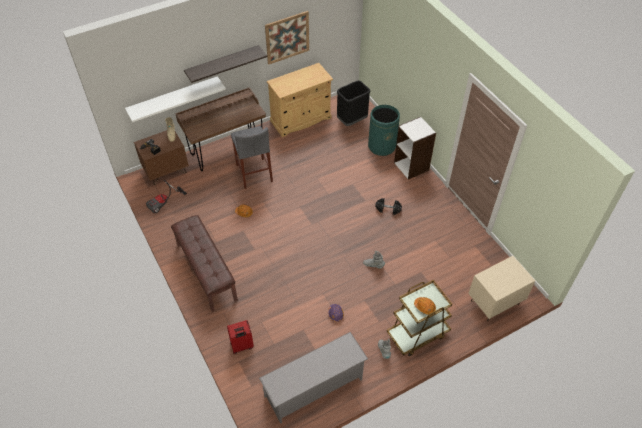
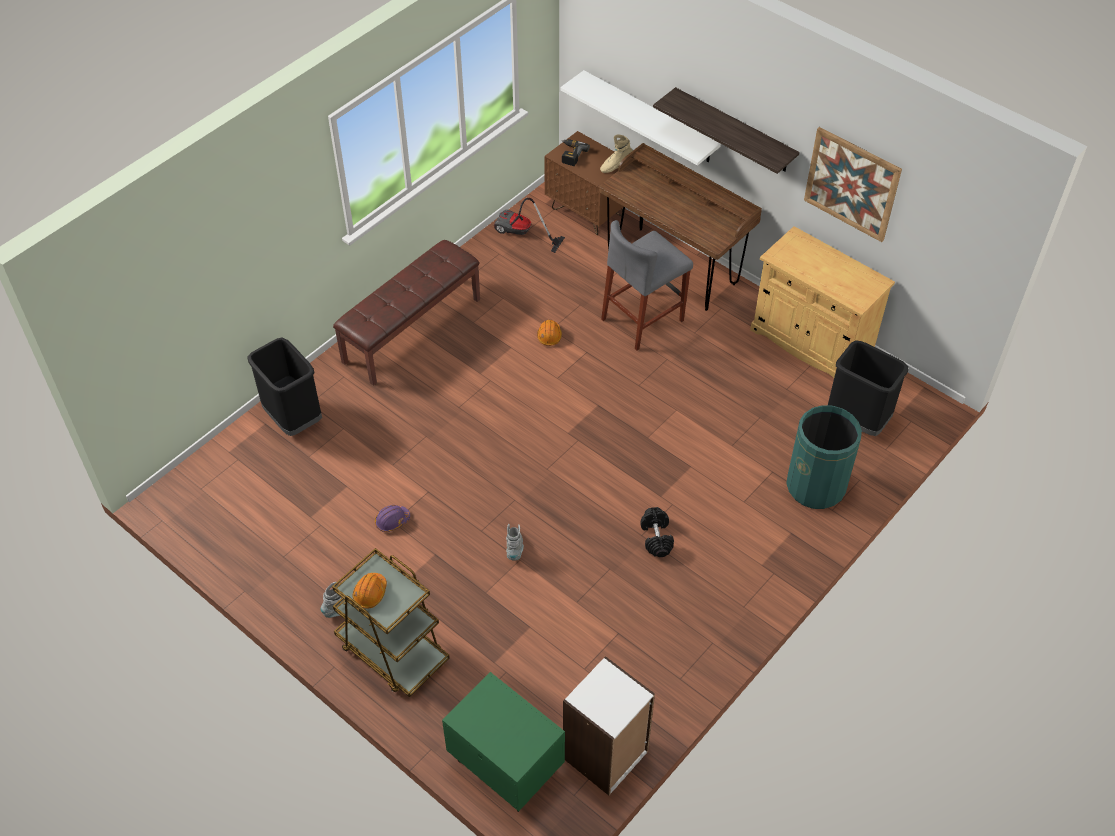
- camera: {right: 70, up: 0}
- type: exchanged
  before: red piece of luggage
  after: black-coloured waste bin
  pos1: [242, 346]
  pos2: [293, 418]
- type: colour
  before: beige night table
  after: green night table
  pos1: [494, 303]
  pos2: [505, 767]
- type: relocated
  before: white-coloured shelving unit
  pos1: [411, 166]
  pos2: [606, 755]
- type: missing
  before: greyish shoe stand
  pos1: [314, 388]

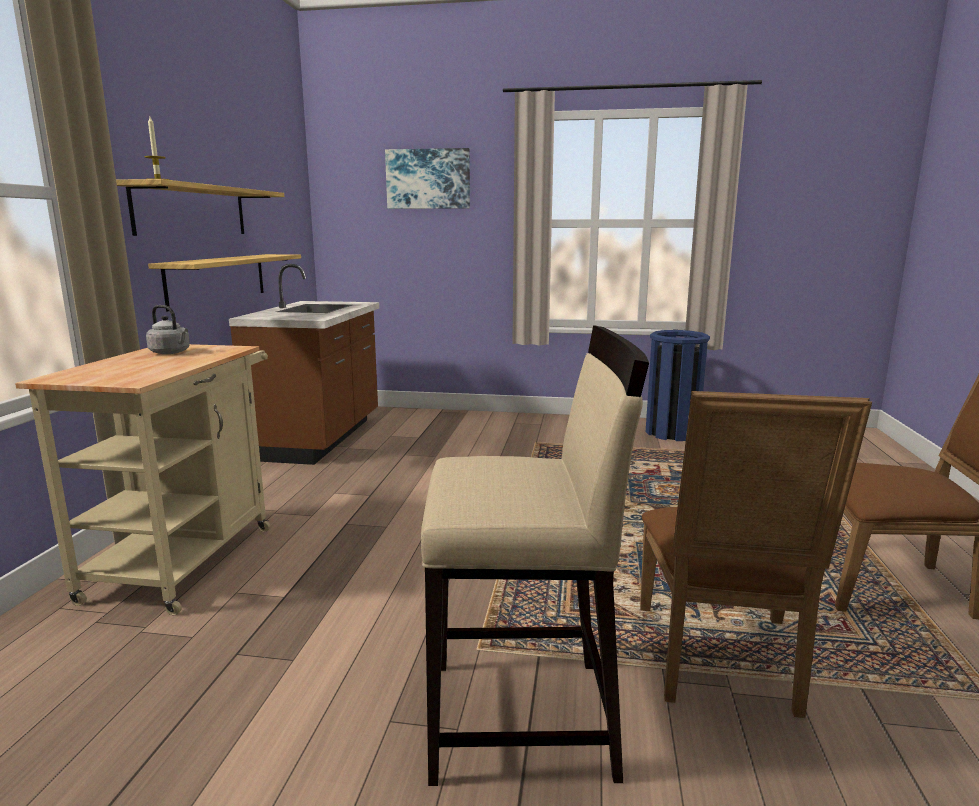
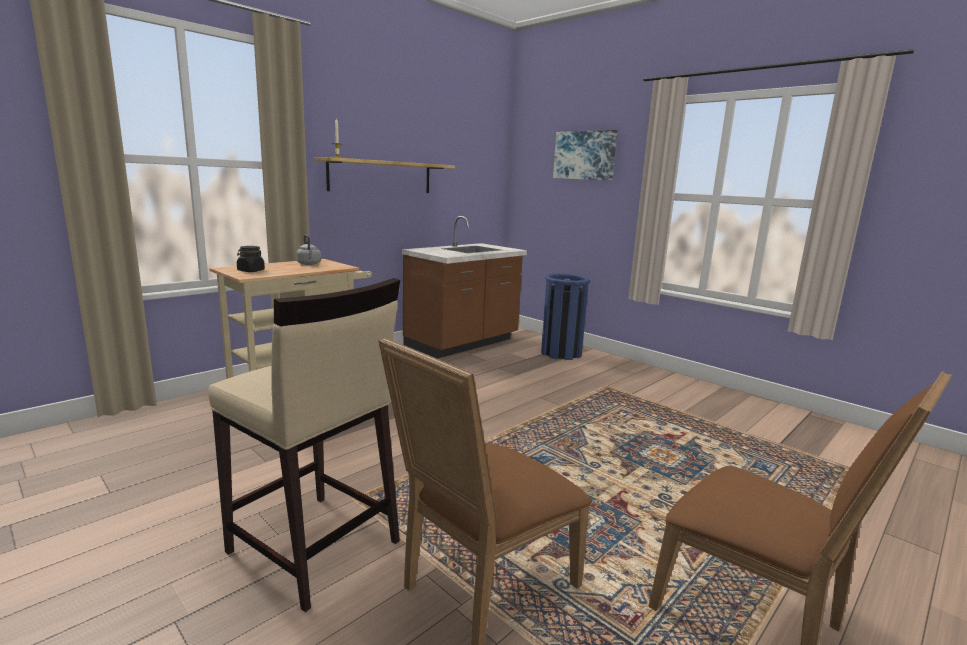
- camera: {right: 35, up: 0}
- type: appeared
  after: black-coloured preserve jar
  pos2: [251, 271]
- type: relocated
  before: blue-coloured waste bin
  pos1: [672, 432]
  pos2: [561, 353]
- type: missing
  before: shelf
  pos1: [218, 279]

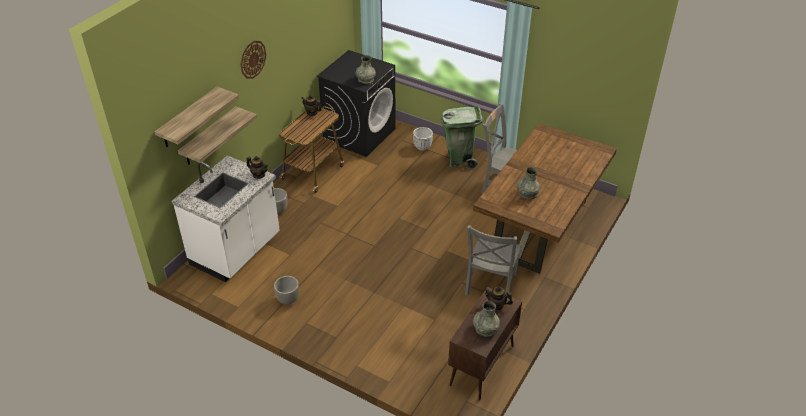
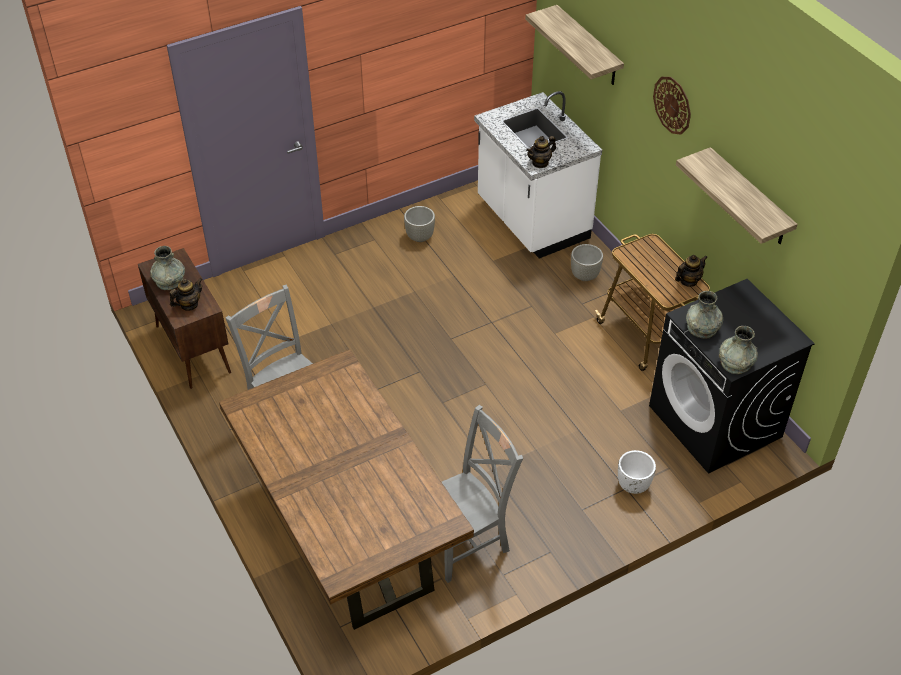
- camera: {right: 120, up: 5}
- type: relocated
  before: shelf
  pos1: [209, 137]
  pos2: [749, 198]
- type: relocated
  before: greyish flower vase
  pos1: [527, 193]
  pos2: [735, 363]
- type: missing
  before: green waste bin
  pos1: [460, 160]

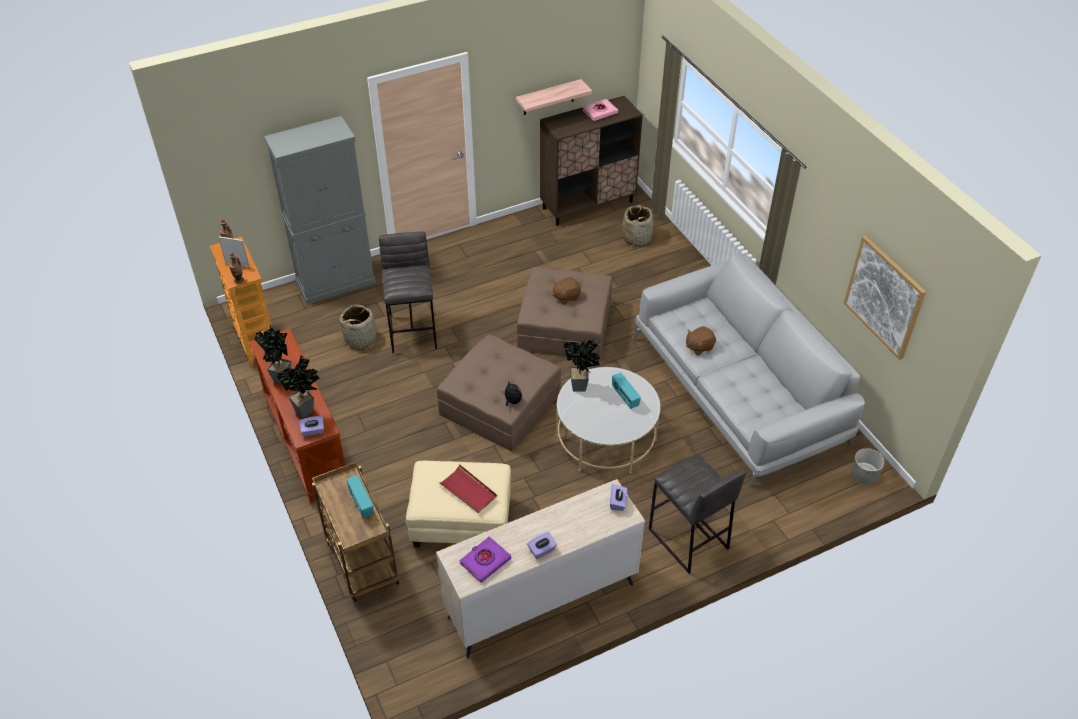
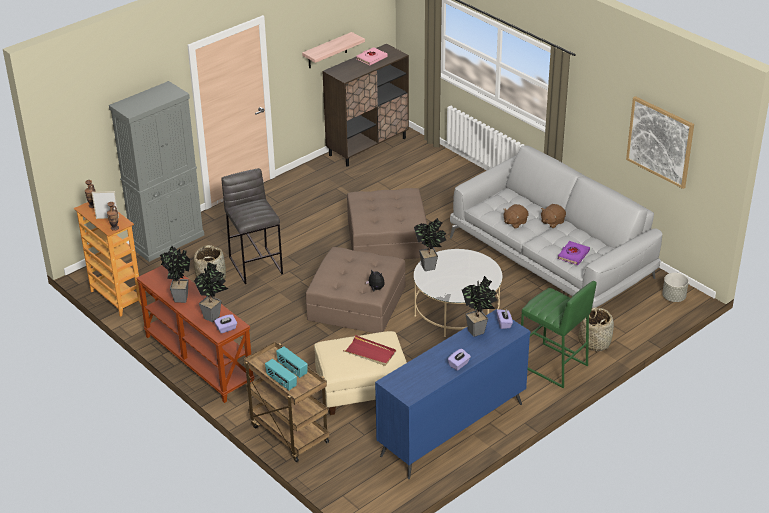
- camera: {right: -15, up: -10}
- type: relocated
  before: radio set
  pos1: [625, 397]
  pos2: [281, 382]
- type: colour
  before: beige drawer chest
  after: blue-coloured drawer chest
  pos1: [540, 600]
  pos2: [451, 429]
- type: appeared
  after: potted plant
  pos2: [479, 331]
- type: colour
  before: greyish sitting stool
  after: green sitting stool
  pos1: [688, 539]
  pos2: [553, 366]
- type: relocated
  before: brown-coloured soft toy
  pos1: [566, 296]
  pos2: [552, 222]
- type: relocated
  before: purplish volume
  pos1: [485, 561]
  pos2: [573, 255]
- type: relocated
  before: storage basket
  pos1: [637, 238]
  pos2: [594, 342]

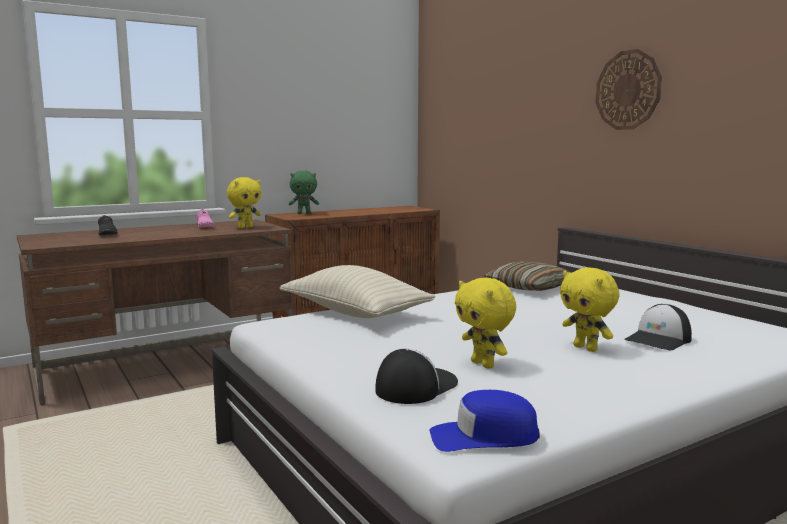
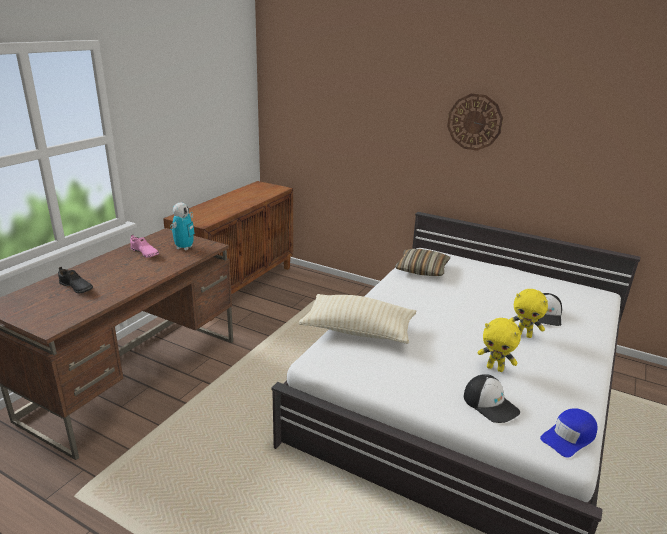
- camera: {right: -30, up: 15}
- type: exchanged
  before: yellow soft toy
  after: model robot
  pos1: [245, 227]
  pos2: [184, 248]
- type: spun
  before: baseball cap
  pos1: [415, 387]
  pos2: [490, 404]
  turn: 135
- type: missing
  before: green soft toy
  pos1: [304, 213]

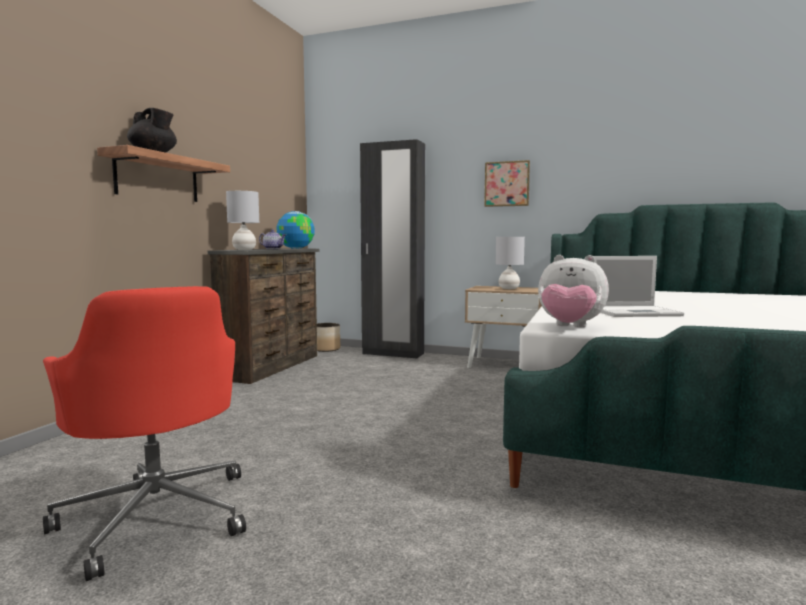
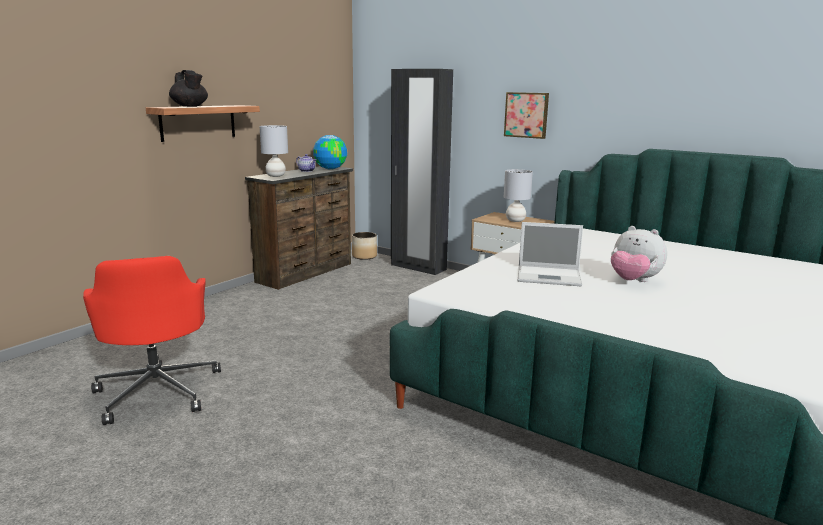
- camera: {right: 15, up: 10}
- type: relocated
  before: soft toy
  pos1: [570, 327]
  pos2: [633, 281]

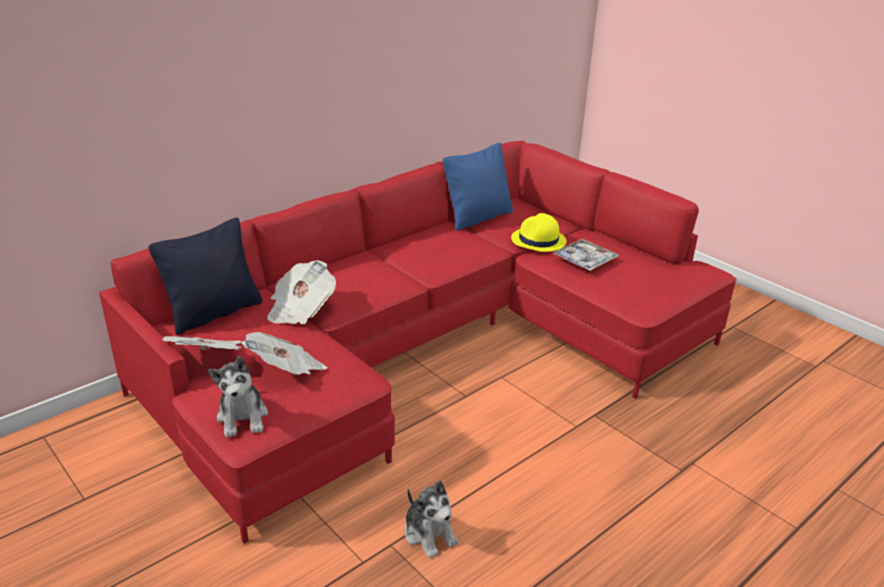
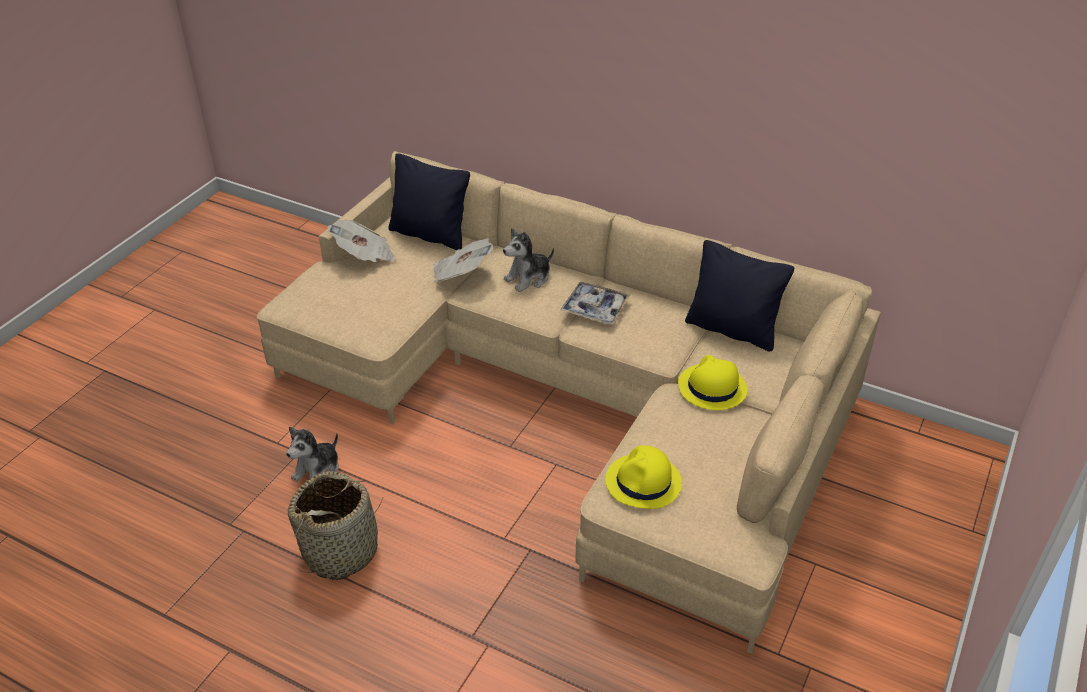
- camera: {right: 70, up: 10}
- type: colour
  before: red settee
  after: beige settee
  pos1: [430, 347]
  pos2: [577, 400]
- type: appeared
  after: storage basket
  pos2: [341, 550]
- type: relocated
  before: soft toy
  pos1: [243, 417]
  pos2: [528, 278]
- type: relocated
  before: tray
  pos1: [585, 260]
  pos2: [595, 308]
- type: appeared
  after: yellow wearable hat
  pos2: [643, 482]
- type: colour
  before: blue-coloured throw pillow
  after: black-coloured throw pillow
  pos1: [478, 218]
  pos2: [732, 330]
- type: missing
  before: newspaper
  pos1: [286, 371]

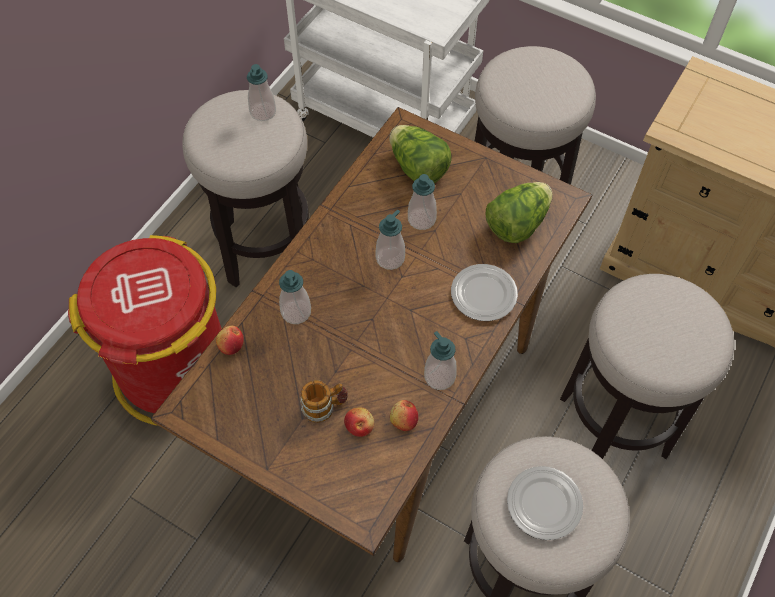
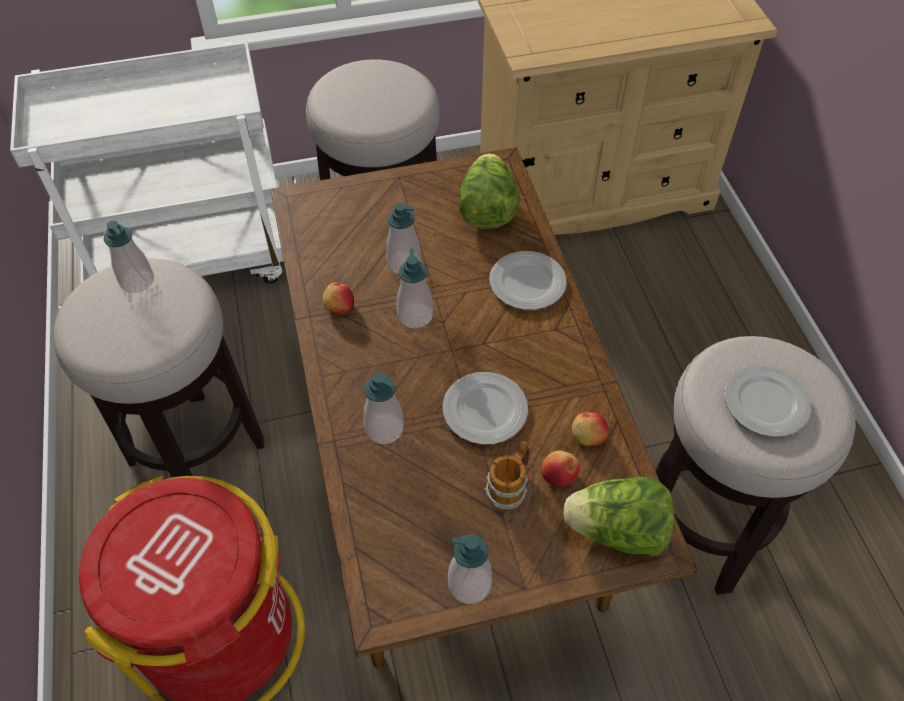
- camera: {right: -45, up: -5}
- type: relocated
  before: whole apple
  pos1: [231, 345]
  pos2: [339, 307]
- type: appeared
  after: flat dish
  pos2: [486, 410]
- type: relocated
  before: soap dispenser
  pos1: [439, 376]
  pos2: [469, 584]
- type: relocated
  before: lettuce
  pos1: [417, 168]
  pos2: [617, 531]
- type: missing
  before: sitting stool
  pos1: [614, 424]

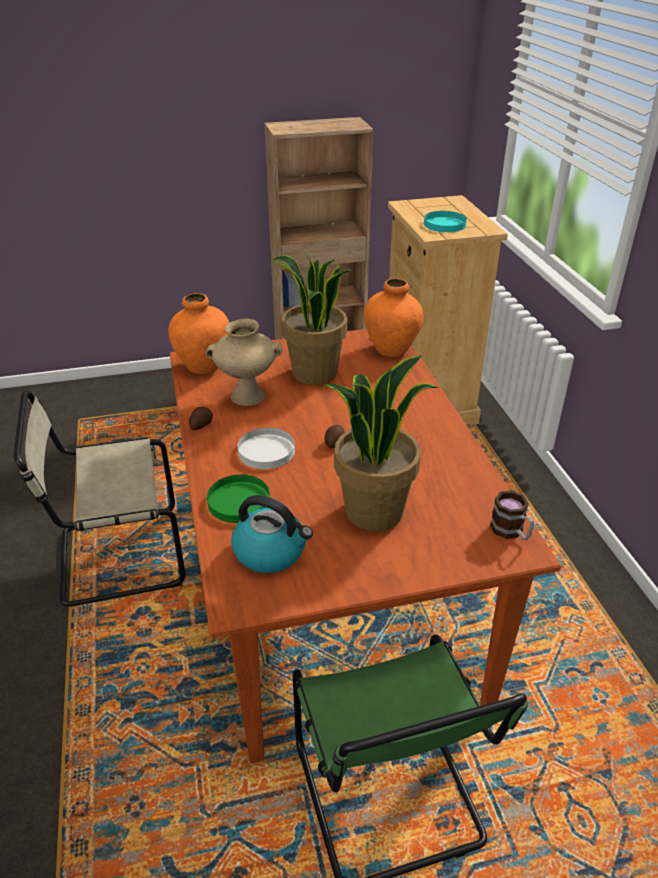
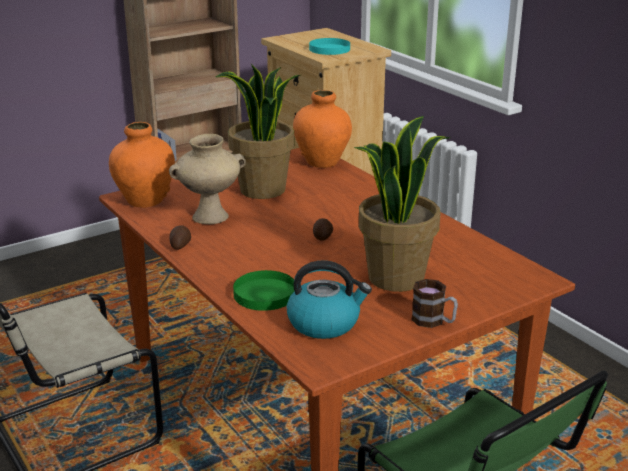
- camera: {right: -20, up: -10}
- type: relocated
  before: mug
  pos1: [511, 532]
  pos2: [434, 321]
- type: missing
  before: white-coloured flat dish
  pos1: [266, 451]

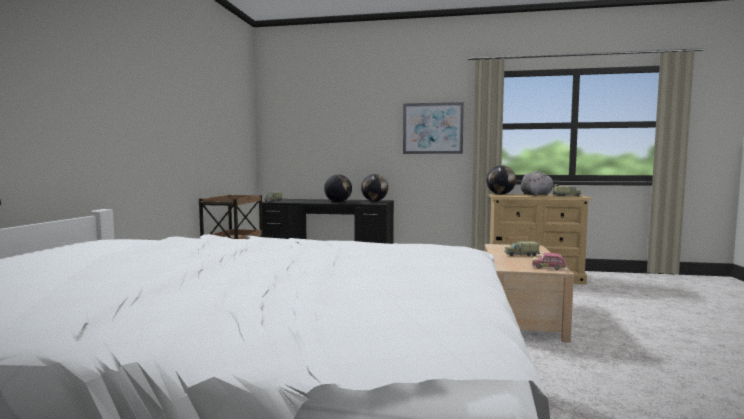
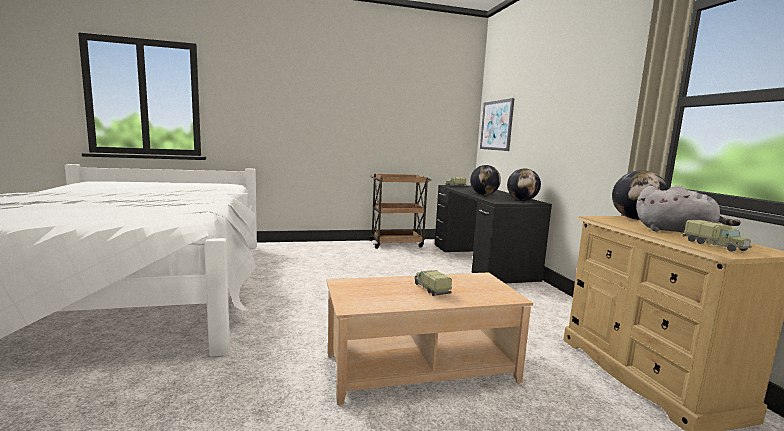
- camera: {right: 65, up: 5}
- type: relocated
  before: picture
  pos1: [432, 128]
  pos2: [496, 125]
- type: missing
  before: miniature car
  pos1: [548, 268]

